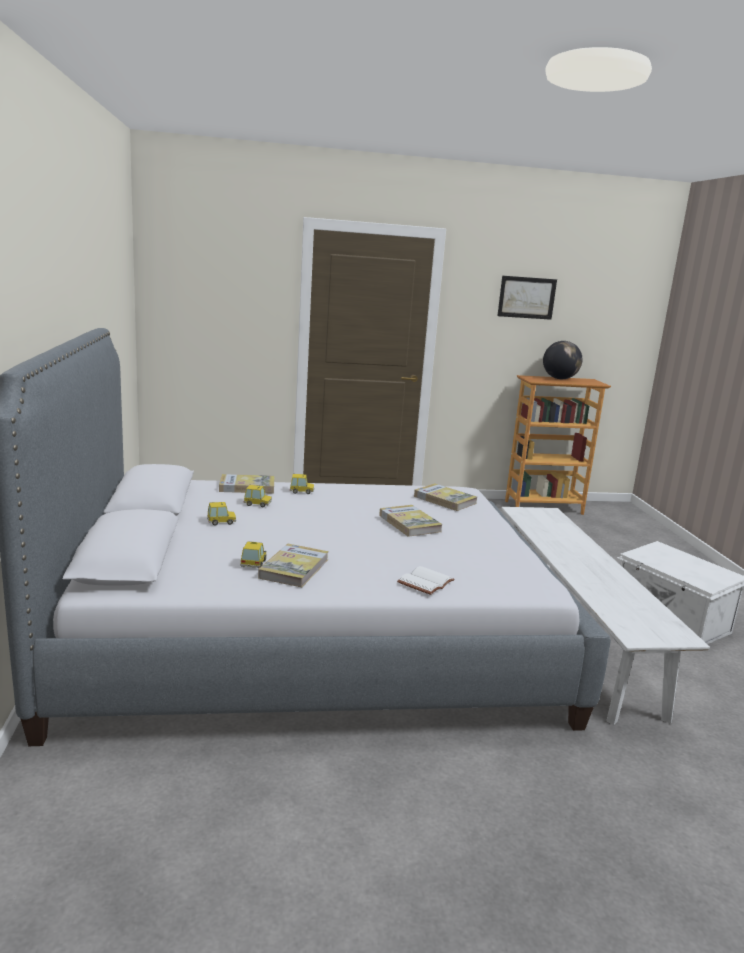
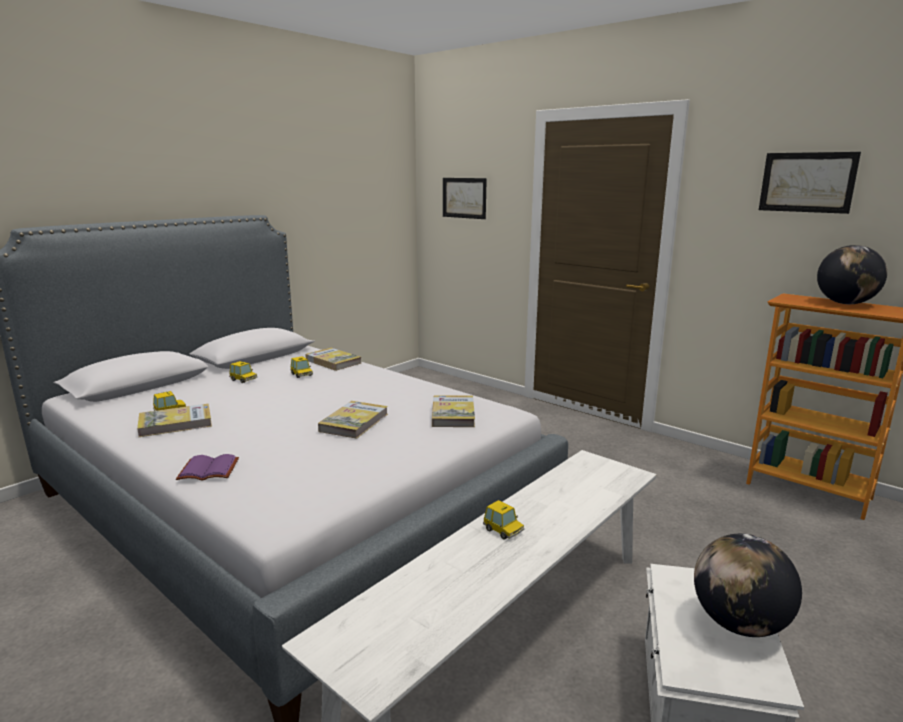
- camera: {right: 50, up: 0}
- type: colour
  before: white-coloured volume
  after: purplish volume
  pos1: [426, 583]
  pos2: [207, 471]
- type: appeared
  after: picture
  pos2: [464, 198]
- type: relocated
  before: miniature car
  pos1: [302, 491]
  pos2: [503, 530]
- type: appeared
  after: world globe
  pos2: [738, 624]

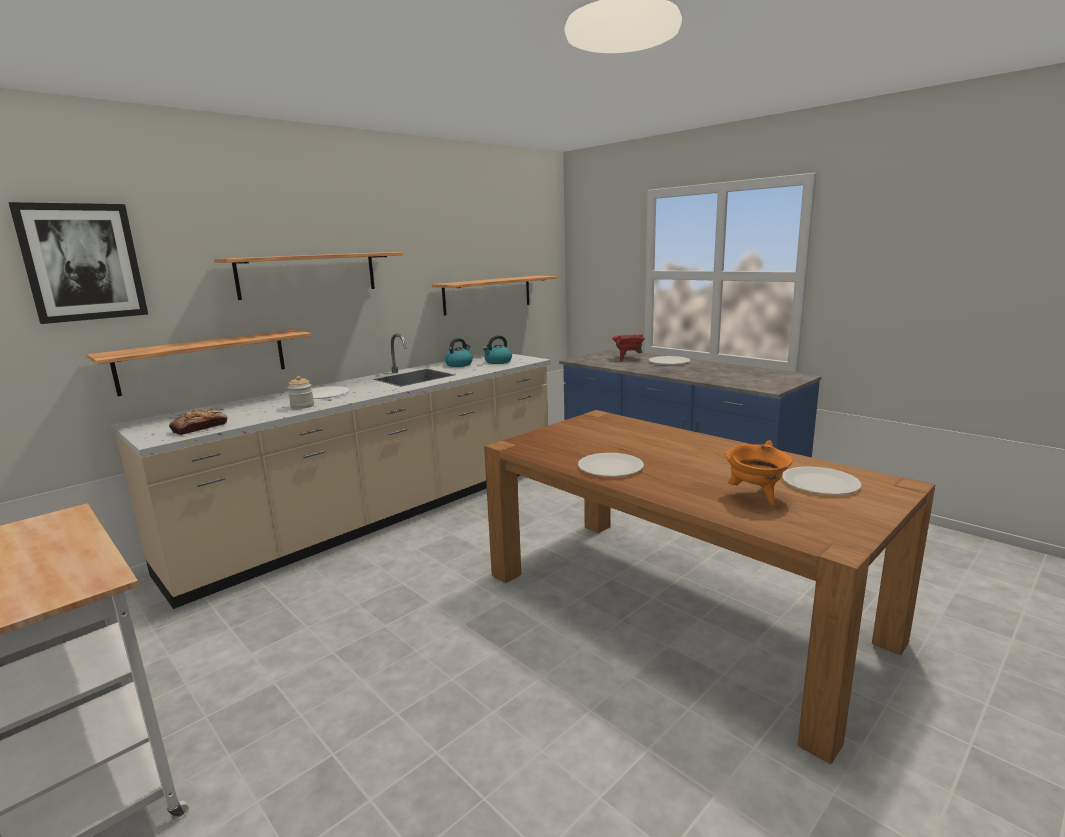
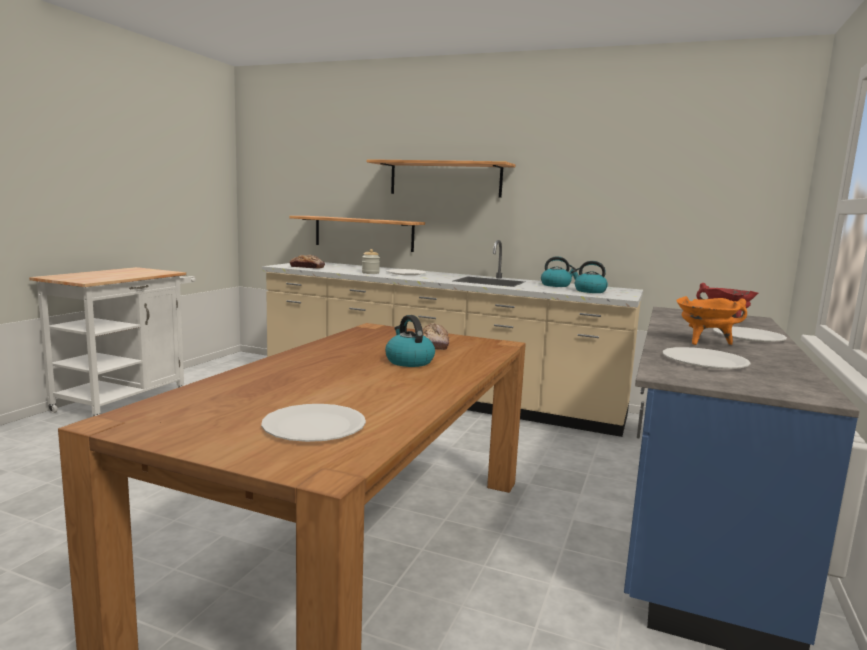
- camera: {right: 65, up: -5}
- type: appeared
  after: kettle
  pos2: [408, 361]
- type: appeared
  after: bread
  pos2: [434, 344]
- type: relocated
  before: white-coloured flat dish
  pos1: [610, 467]
  pos2: [705, 361]
- type: relocated
  before: orange stockpot
  pos1: [755, 496]
  pos2: [704, 342]
- type: missing
  before: picture
  pos1: [82, 262]
- type: missing
  before: shelf
  pos1: [488, 294]

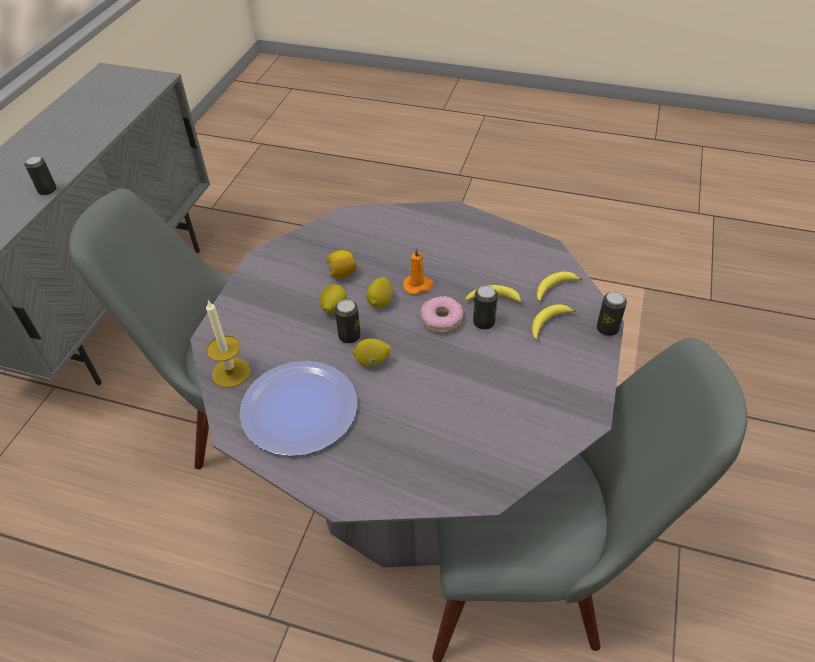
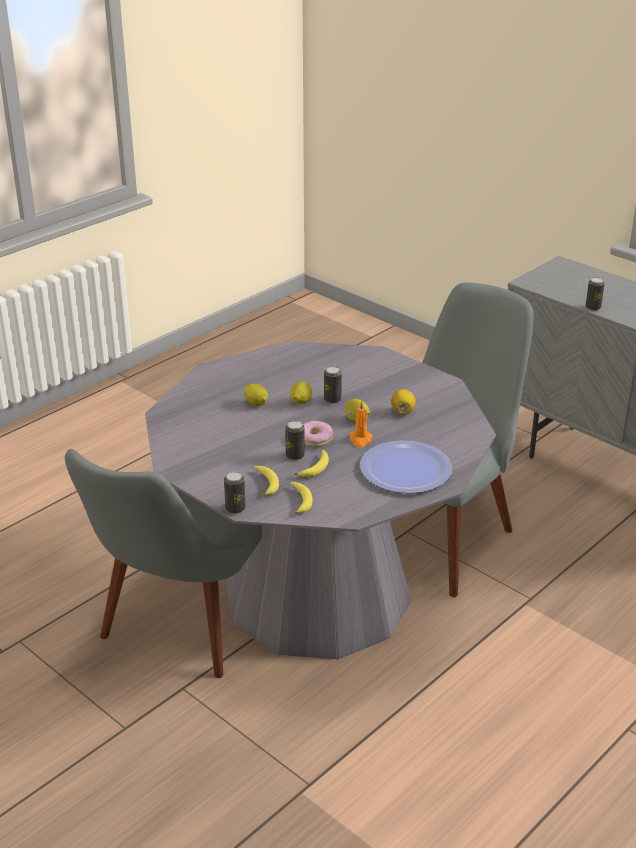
- camera: {right: 115, up: -15}
- type: relocated
  before: whole lemon
  pos1: [333, 308]
  pos2: [256, 403]
- type: relocated
  before: flat dish
  pos1: [299, 409]
  pos2: [405, 469]
- type: missing
  before: wax candle
  pos1: [231, 372]

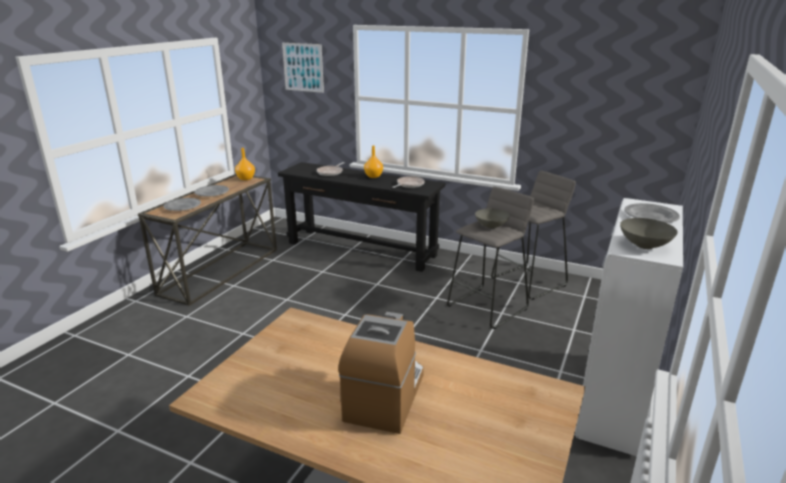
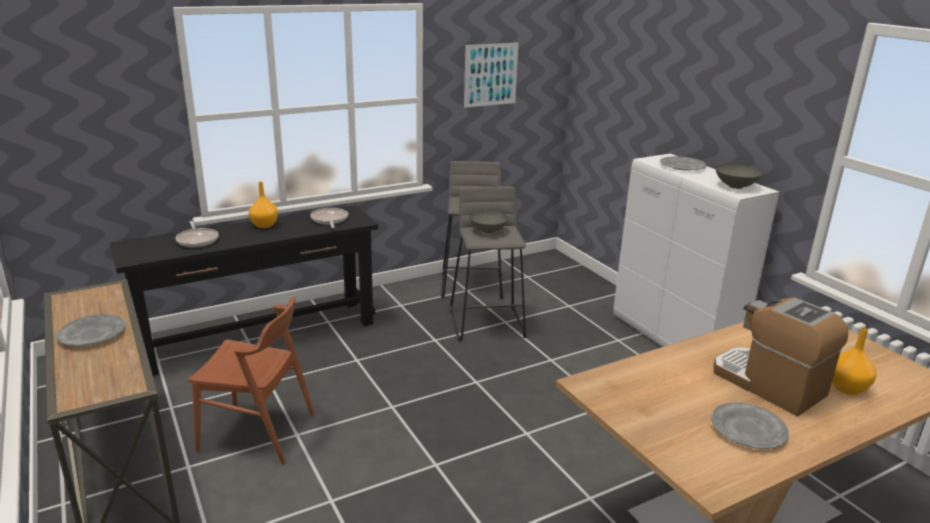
- camera: {right: -55, up: 0}
- type: appeared
  after: brown-coloured chair
  pos2: [258, 432]
- type: relocated
  before: picture
  pos1: [303, 67]
  pos2: [490, 75]
- type: relocated
  before: greyish flat dish
  pos1: [182, 207]
  pos2: [748, 430]
- type: relocated
  before: orange flower vase
  pos1: [246, 178]
  pos2: [846, 388]

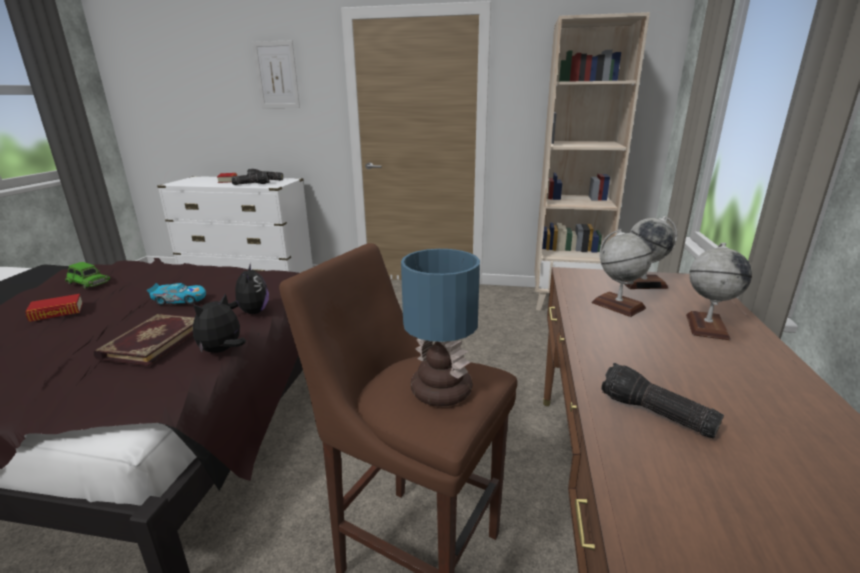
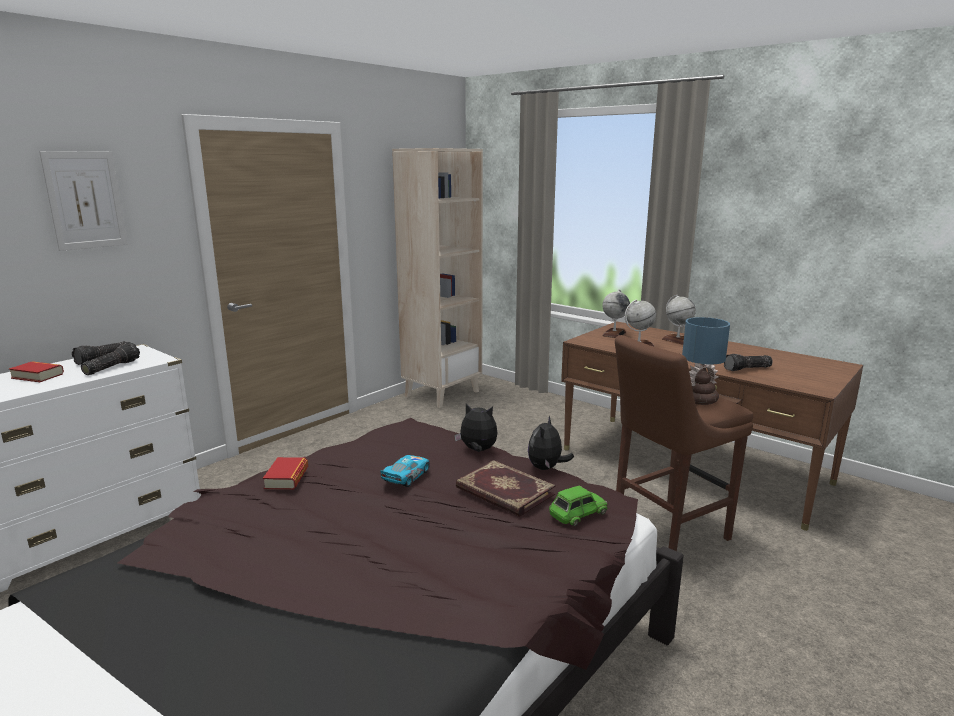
- camera: {right: -60, up: -5}
- type: relocated
  before: volume
  pos1: [57, 312]
  pos2: [286, 478]
- type: spun
  before: soft toy
  pos1: [222, 351]
  pos2: [546, 468]
  turn: 45
- type: relocated
  before: green miniature car
  pos1: [88, 282]
  pos2: [577, 513]

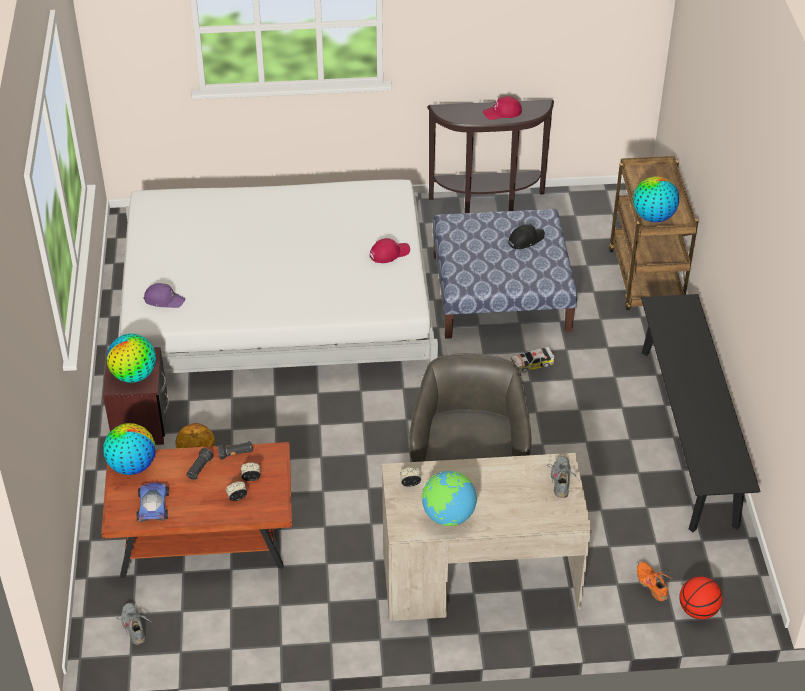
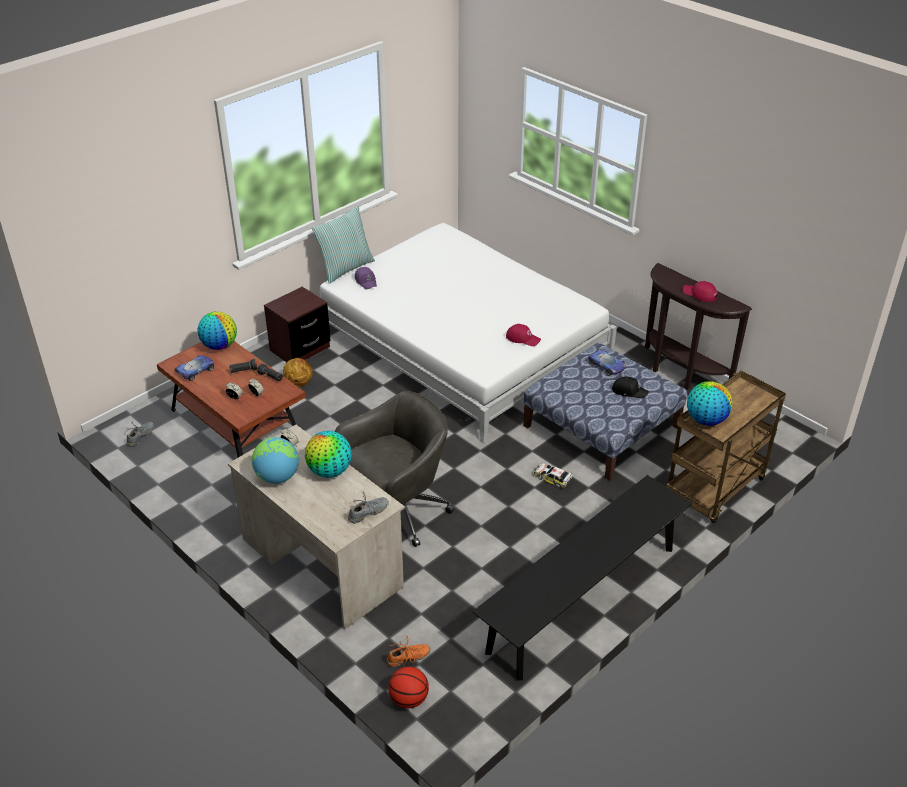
- camera: {right: 50, up: -5}
- type: relocated
  before: world globe
  pos1: [134, 375]
  pos2: [330, 471]
- type: appeared
  after: throw pillow
  pos2: [345, 268]
- type: spun
  before: orange shoe
  pos1: [652, 584]
  pos2: [408, 658]
  turn: 45
- type: appeared
  after: miniature car
  pos2: [607, 366]

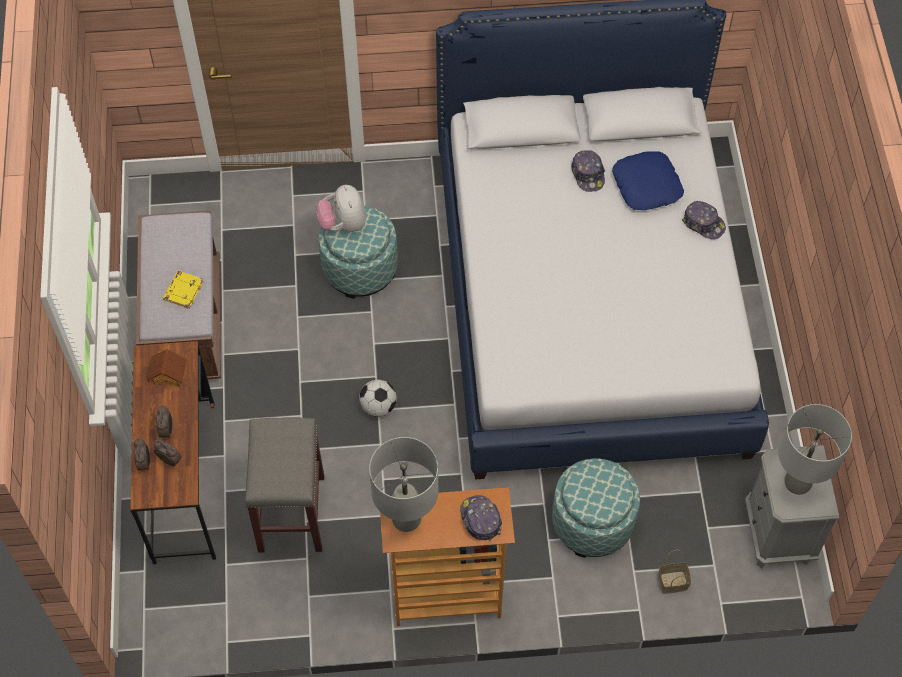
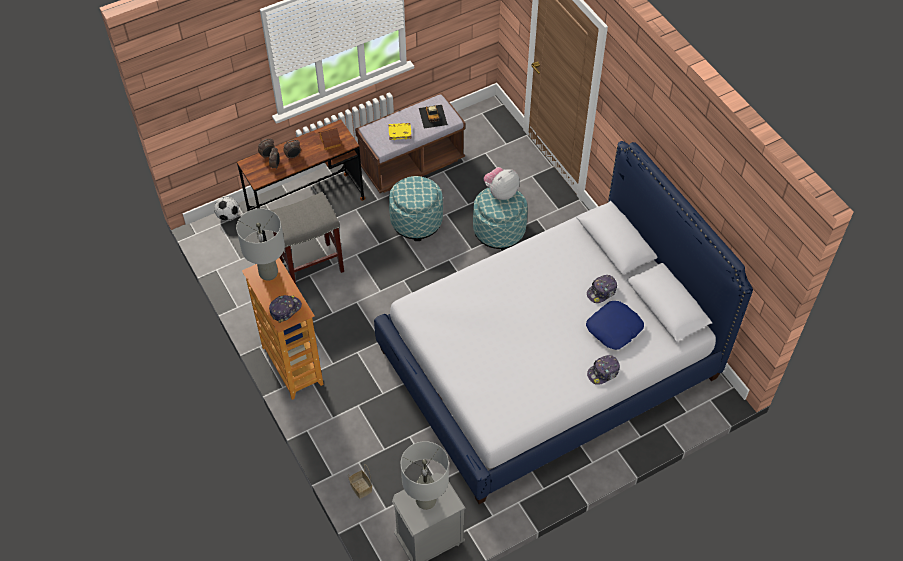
- camera: {right: 65, up: -5}
- type: relocated
  before: football
  pos1: [378, 406]
  pos2: [228, 216]
- type: relocated
  before: footrest
  pos1: [592, 522]
  pos2: [416, 221]
- type: appeared
  after: miniature car
  pos2: [433, 116]
- type: spun
  before: baseball cap
  pos1: [703, 223]
  pos2: [603, 372]
  turn: 45

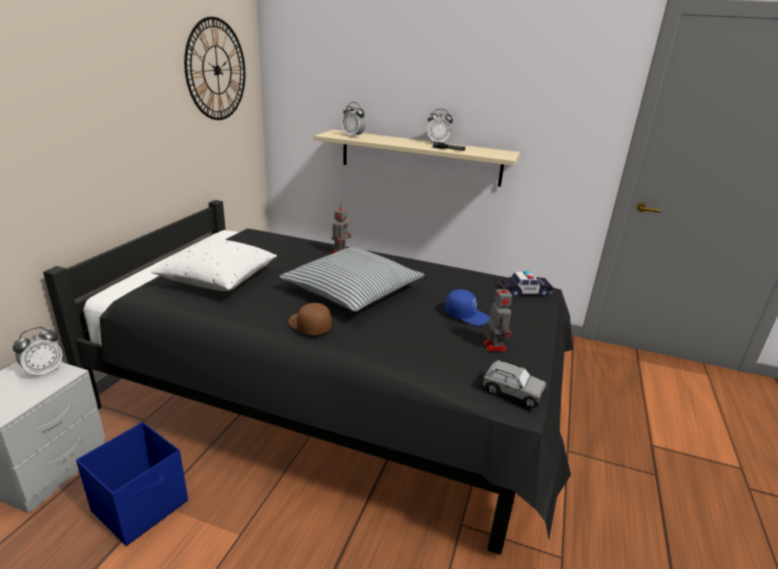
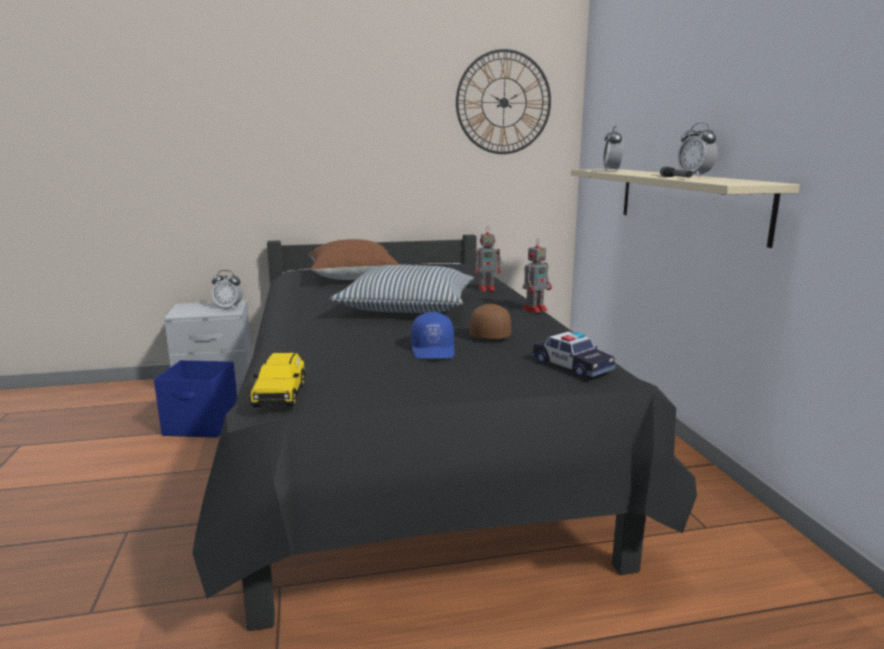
- camera: {right: 60, up: -10}
- type: colour
  before: greyish miniature car
  after: yellow miniature car
  pos1: [512, 392]
  pos2: [280, 394]
- type: colour
  before: white-coloured throw pillow
  after: brown-coloured throw pillow
  pos1: [219, 280]
  pos2: [352, 278]
- type: relocated
  before: brown-coloured baseball cap
  pos1: [309, 326]
  pos2: [490, 334]
- type: relocated
  before: model robot
  pos1: [494, 346]
  pos2: [535, 309]

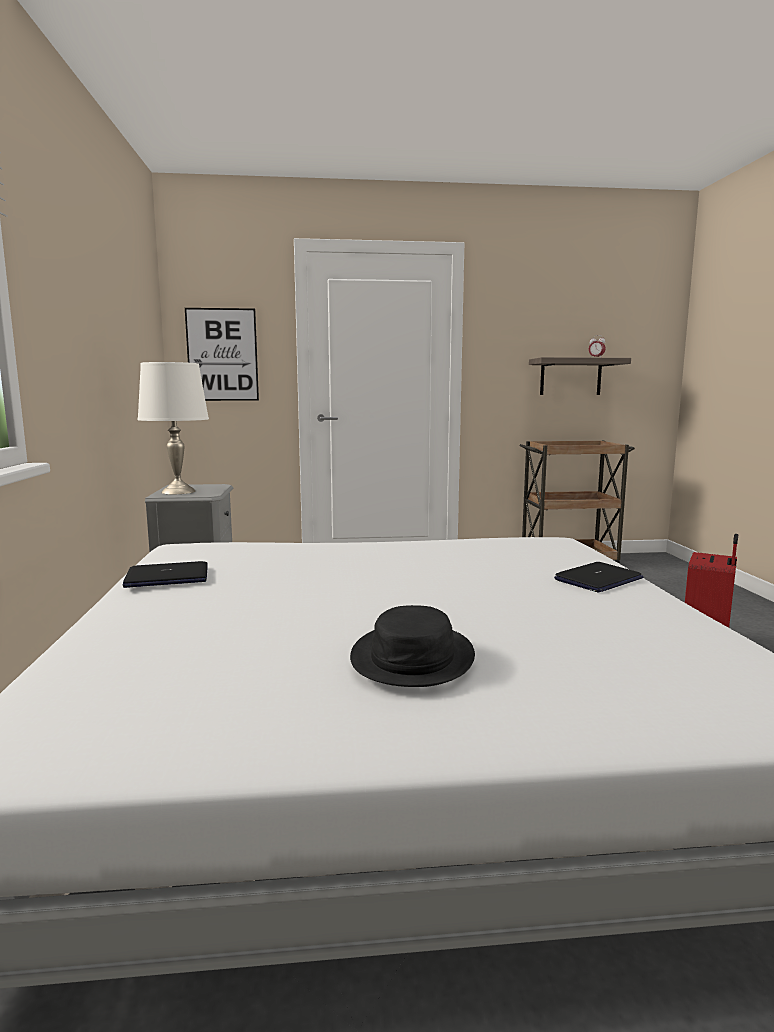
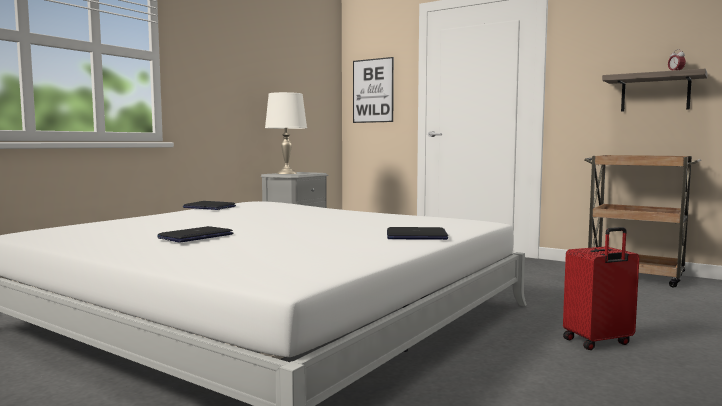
- camera: {right: 40, up: -5}
- type: exchanged
  before: black-coloured wearable hat
  after: laptop
  pos1: [413, 657]
  pos2: [196, 236]

